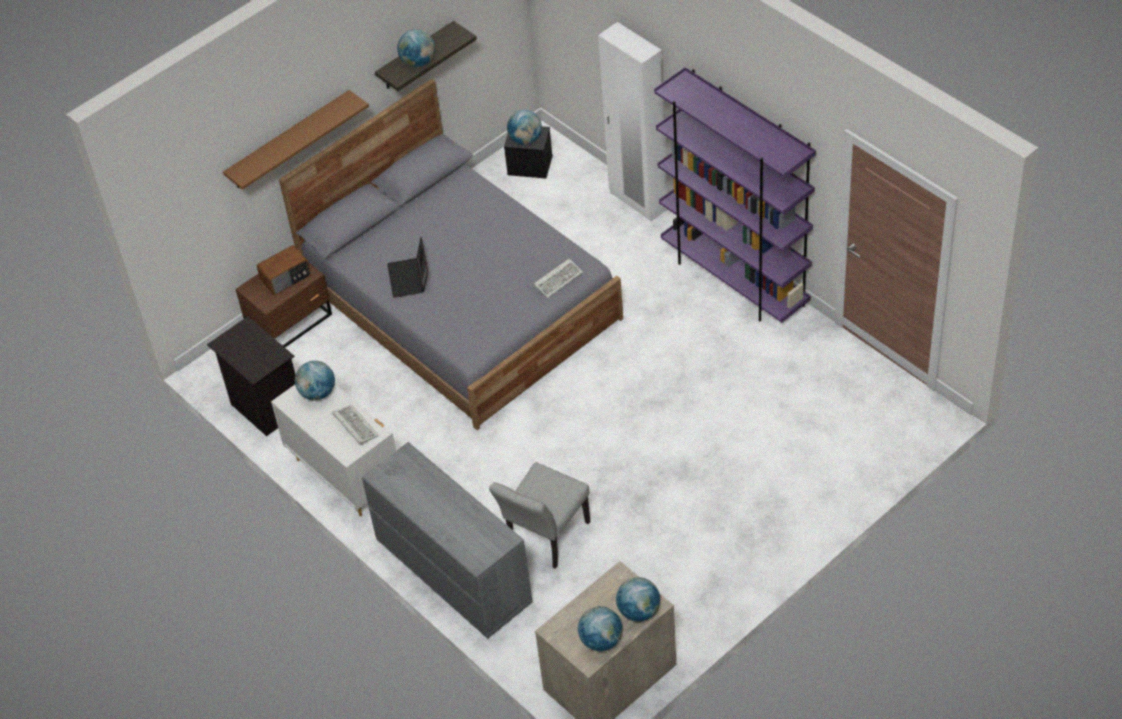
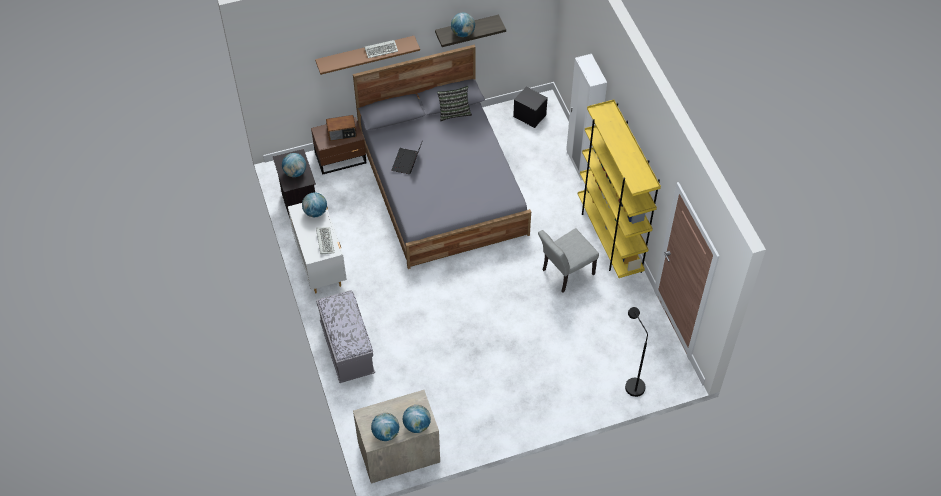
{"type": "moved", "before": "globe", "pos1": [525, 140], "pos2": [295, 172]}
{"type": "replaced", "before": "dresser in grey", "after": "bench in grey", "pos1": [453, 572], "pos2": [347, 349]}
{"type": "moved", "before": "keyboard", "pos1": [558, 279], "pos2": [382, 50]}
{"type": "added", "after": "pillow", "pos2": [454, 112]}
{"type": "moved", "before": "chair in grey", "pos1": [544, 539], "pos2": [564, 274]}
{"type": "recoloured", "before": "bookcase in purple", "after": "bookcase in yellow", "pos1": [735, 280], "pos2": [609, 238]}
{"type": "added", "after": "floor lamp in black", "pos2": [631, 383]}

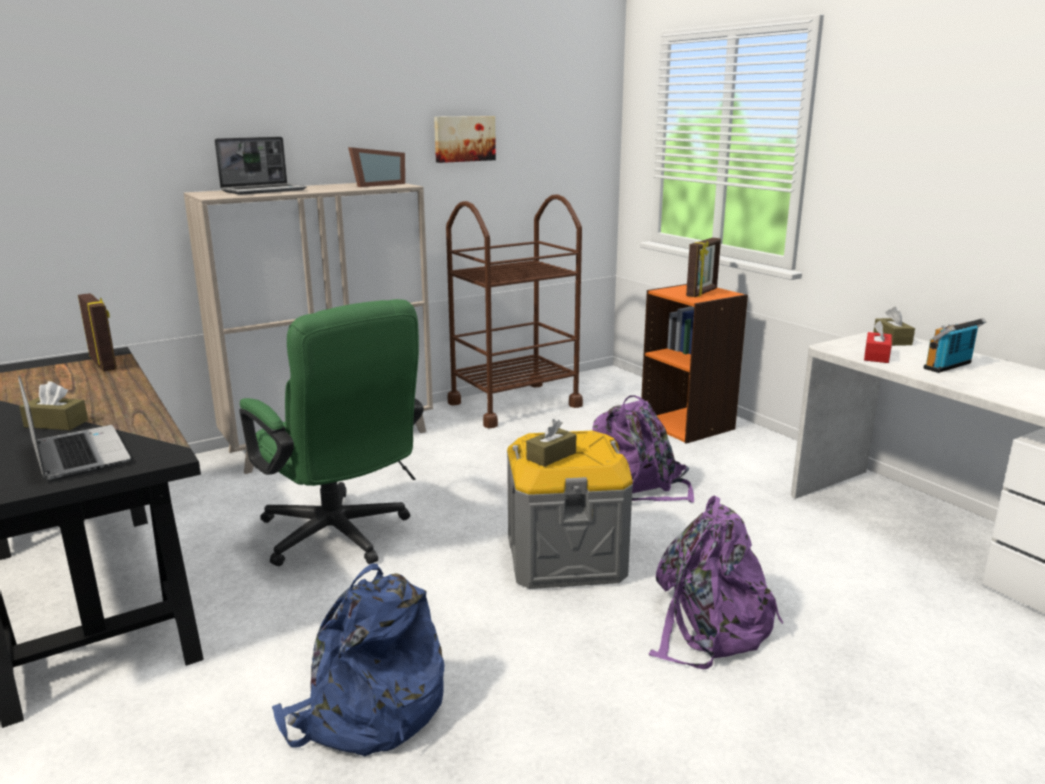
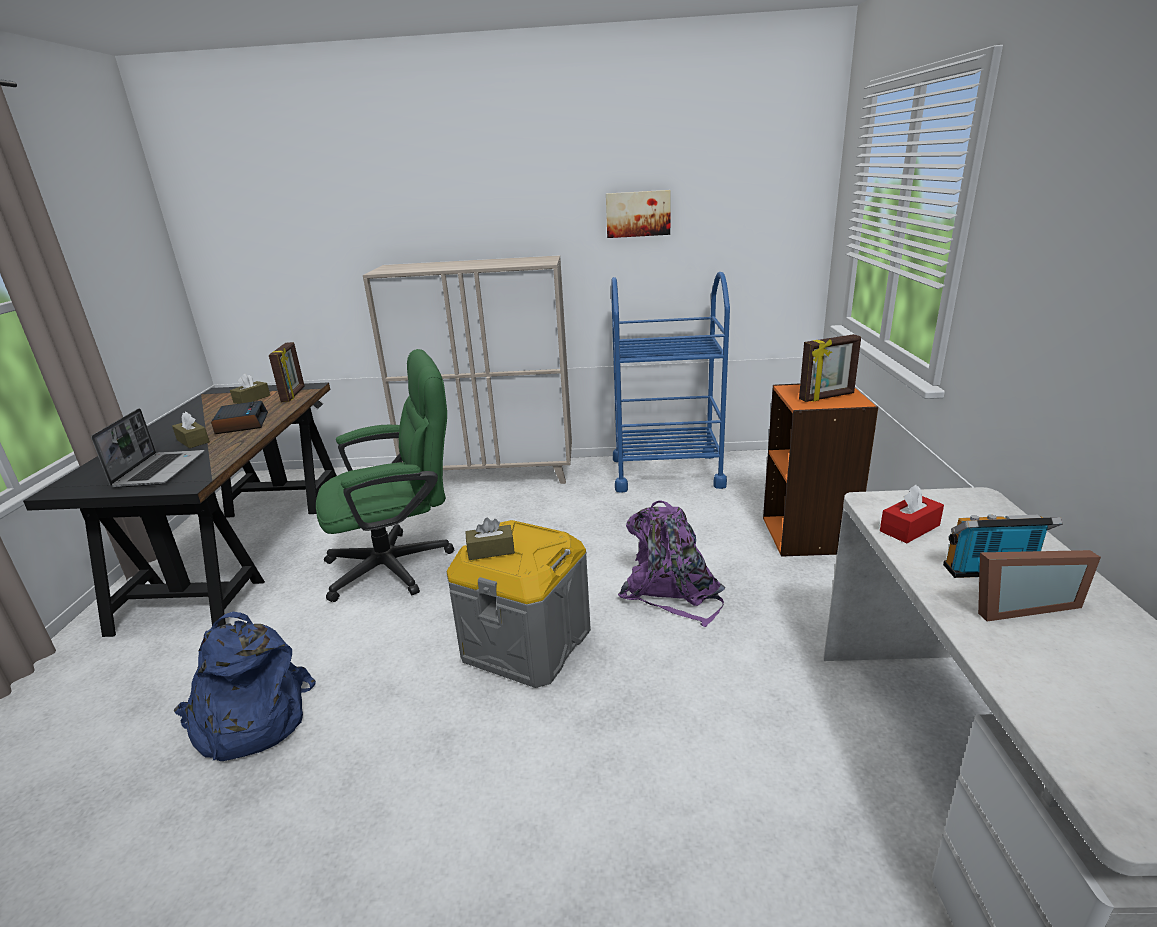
{"type": "added", "after": "alarm clock", "pos2": [241, 424]}
{"type": "moved", "before": "tissue box in brown", "pos1": [892, 340], "pos2": [252, 399]}
{"type": "turned", "before": "office chair in green", "pos1": [341, 538], "pos2": [401, 564], "turn": -105}
{"type": "recoloured", "before": "cart in brown", "after": "cart in blue", "pos1": [514, 404], "pos2": [666, 472]}
{"type": "moved", "before": "picture frame", "pos1": [376, 185], "pos2": [1016, 604]}
{"type": "removed", "before": "laptop", "pos1": [264, 191]}
{"type": "removed", "before": "backpack in purple", "pos1": [708, 627]}

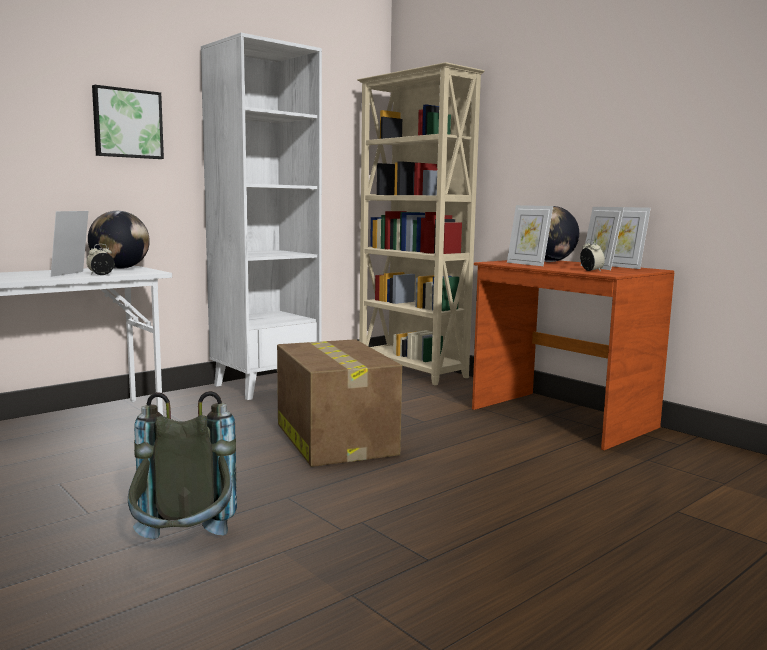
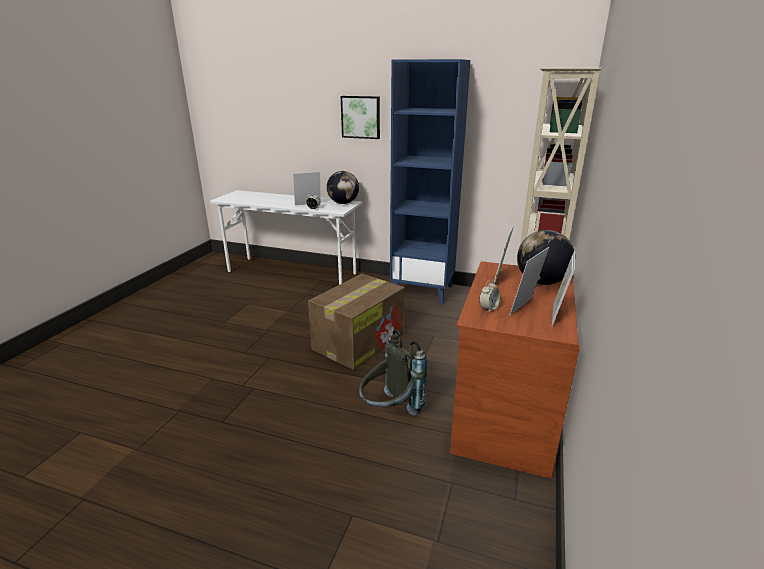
{"type": "moved", "before": "backpack in grey", "pos1": [184, 551], "pos2": [390, 411]}
{"type": "recoloured", "before": "bookcase in white", "after": "bookcase in blue", "pos1": [266, 385], "pos2": [423, 291]}

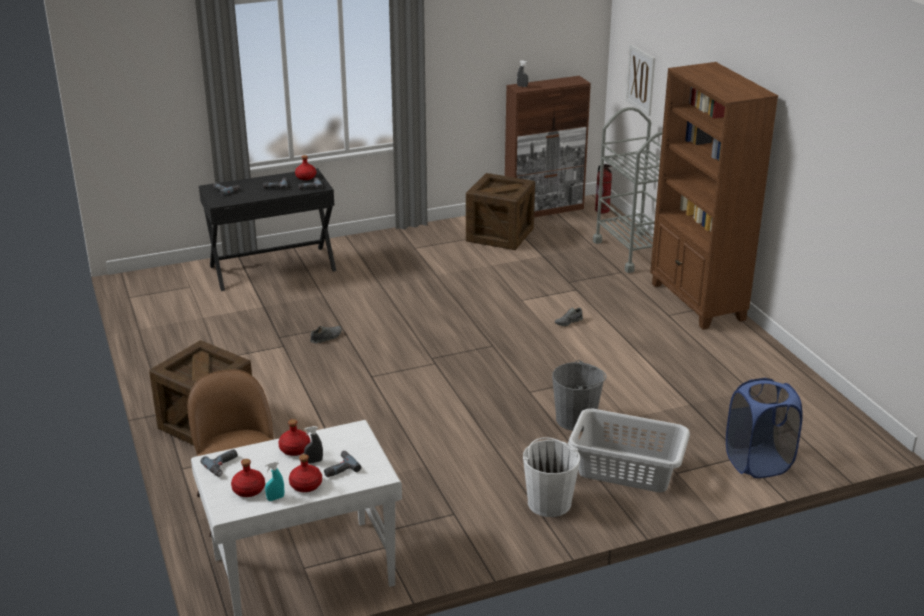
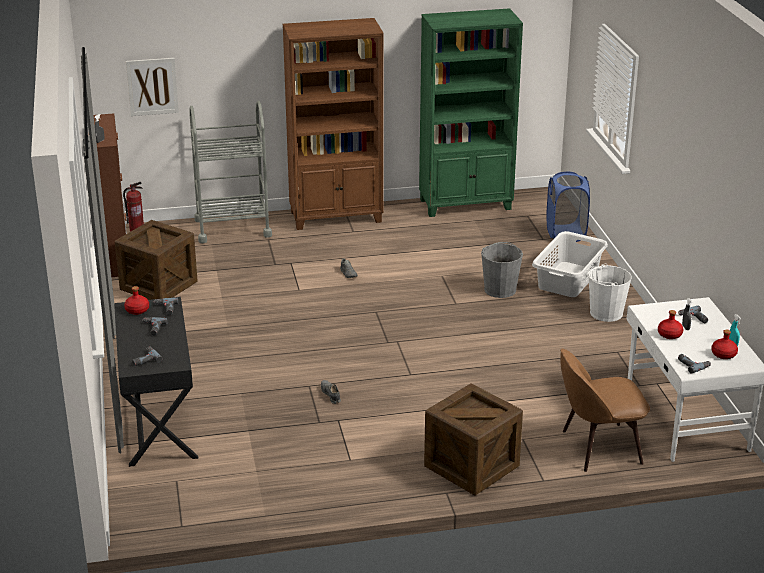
{"type": "added", "after": "bookcase in green", "pos2": [466, 204]}
{"type": "removed", "before": "bottle in red", "pos1": [306, 485]}

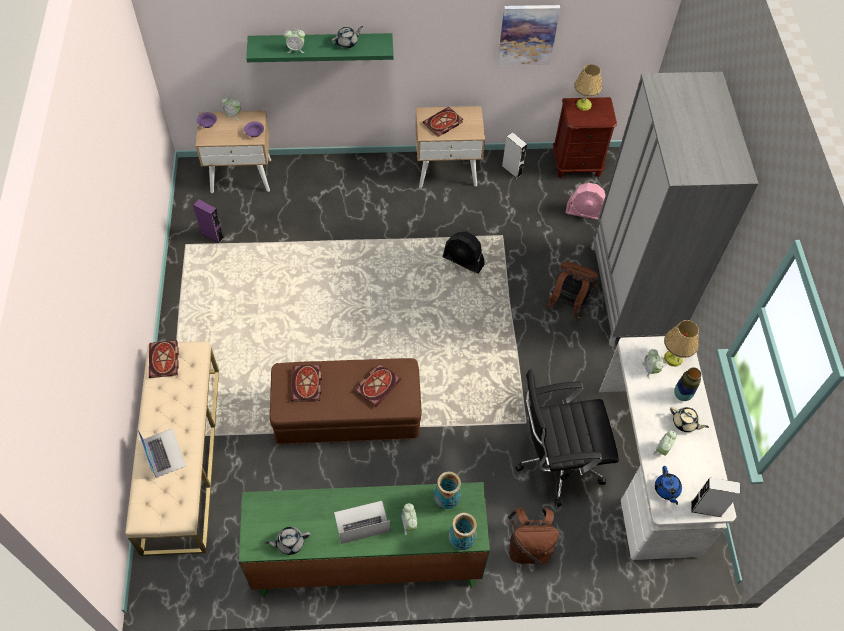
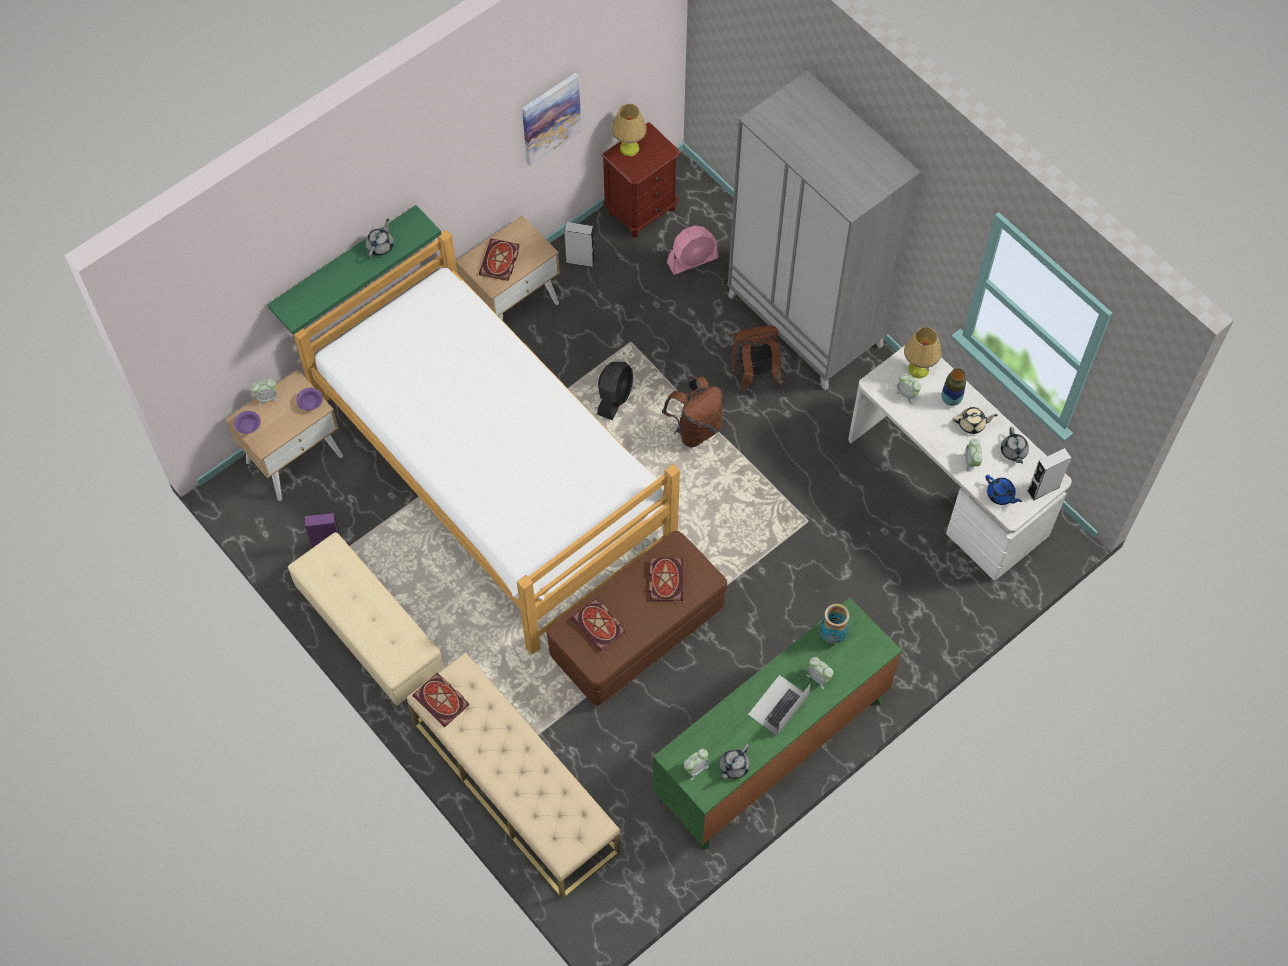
{"type": "added", "after": "ottoman in beige", "pos2": [369, 630]}
{"type": "added", "after": "bed", "pos2": [494, 475]}
{"type": "turned", "before": "fan in black", "pos1": [463, 261], "pos2": [615, 397], "turn": -60}
{"type": "moved", "before": "backpack in brown", "pos1": [528, 547], "pos2": [695, 429]}
{"type": "moved", "before": "alarm clock", "pos1": [296, 49], "pos2": [695, 768]}
{"type": "added", "after": "teapot in grey", "pos2": [1013, 451]}
{"type": "removed", "before": "laptop", "pos1": [164, 452]}
{"type": "removed", "before": "vase", "pos1": [461, 540]}
{"type": "removed", "before": "office chair in black", "pos1": [555, 464]}

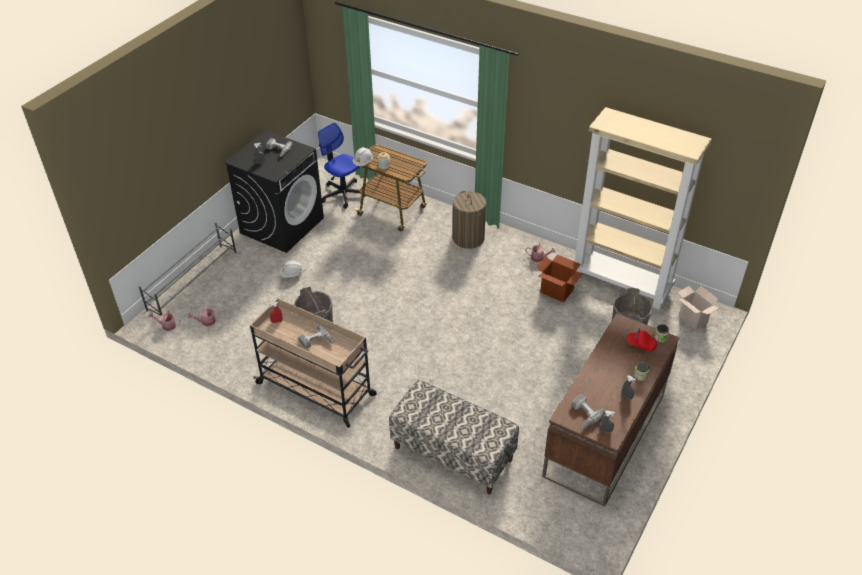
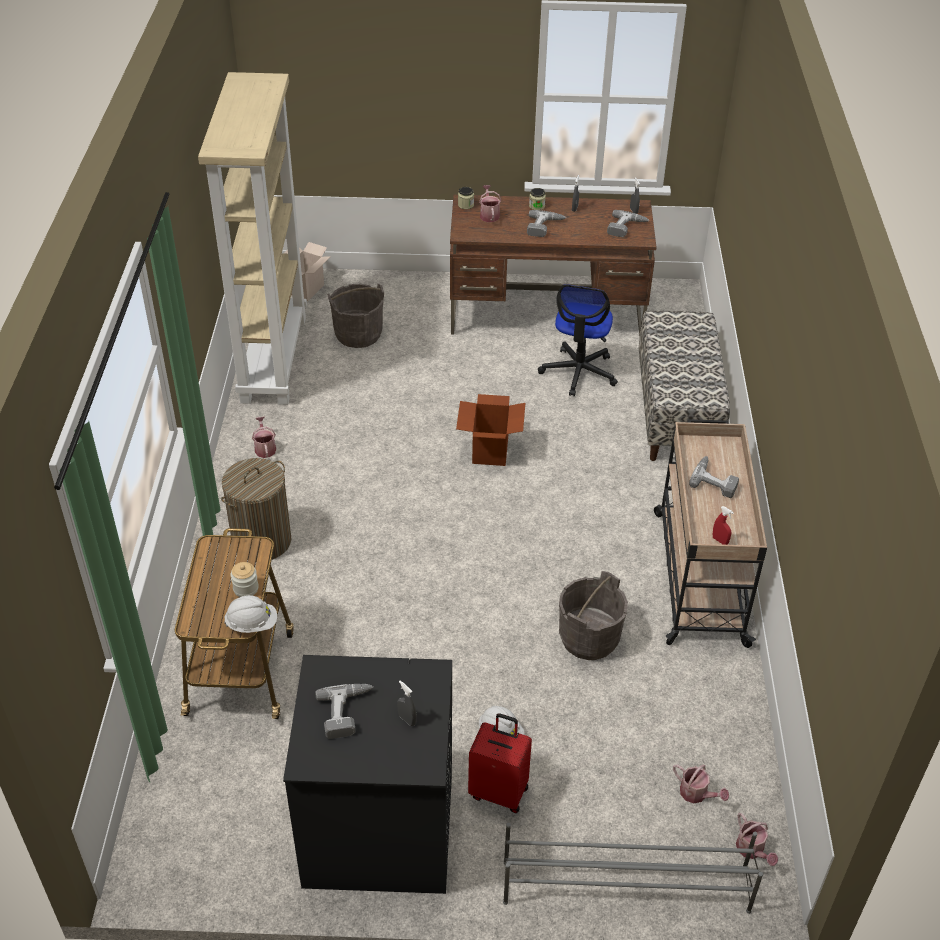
{"type": "moved", "before": "cardboard box", "pos1": [557, 291], "pos2": [490, 450]}
{"type": "added", "after": "suitcase in red", "pos2": [499, 791]}
{"type": "replaced", "before": "cap in red", "after": "watering can", "pos1": [640, 345], "pos2": [489, 215]}
{"type": "added", "after": "power drill", "pos2": [545, 227]}
{"type": "moved", "before": "office chair", "pos1": [343, 194], "pos2": [578, 372]}

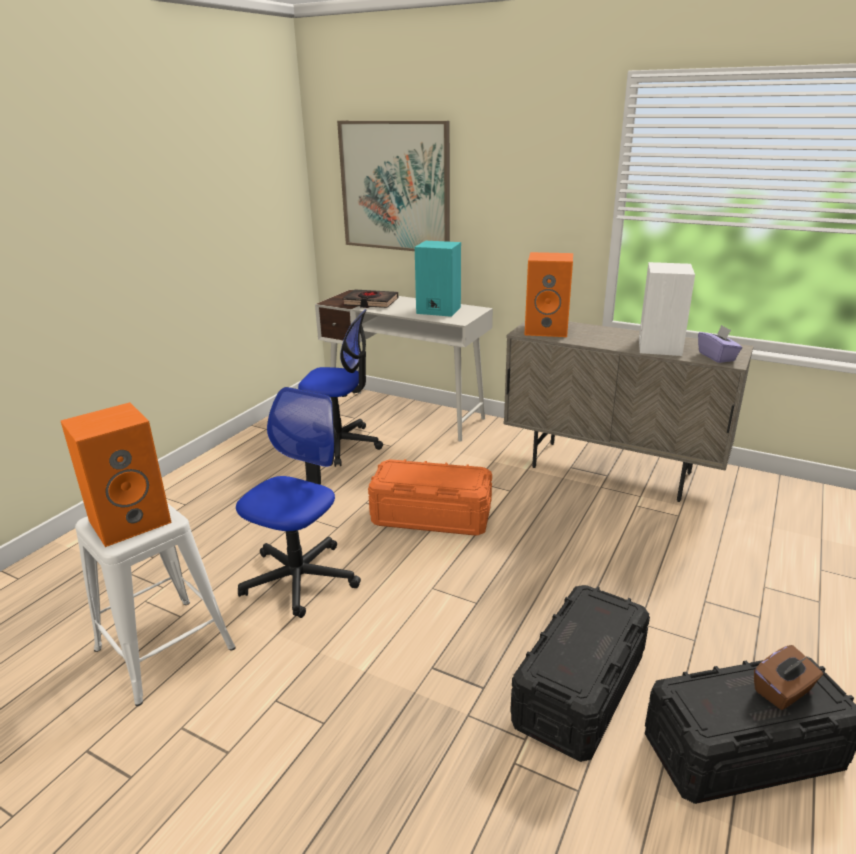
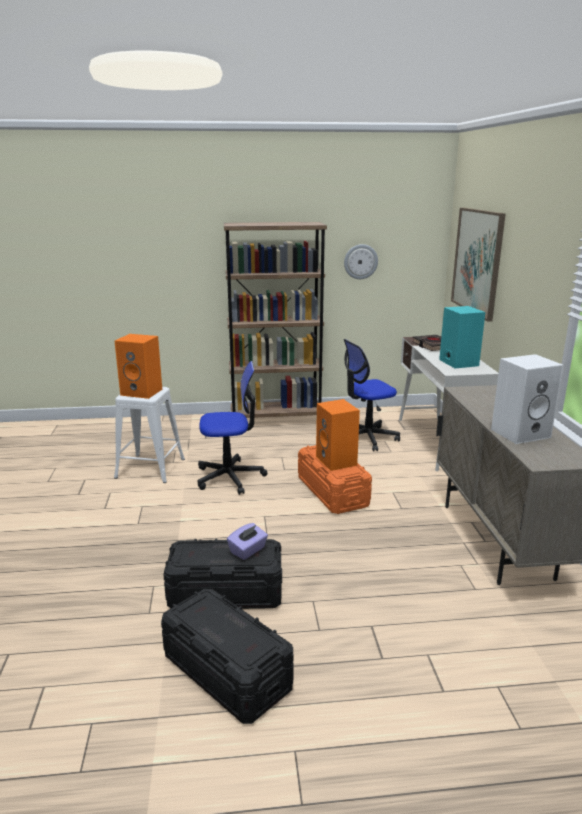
{"type": "added", "after": "bookcase in brown", "pos2": [275, 420]}
{"type": "moved", "before": "tissue box in purple", "pos1": [717, 357], "pos2": [248, 550]}
{"type": "moved", "before": "speaker in orange", "pos1": [547, 330], "pos2": [337, 461]}
{"type": "added", "after": "wall clock", "pos2": [360, 261]}
{"type": "turned", "before": "office chair", "pos1": [340, 445], "pos2": [366, 437], "turn": 90}
{"type": "removed", "before": "tissue box in brown", "pos1": [783, 691]}

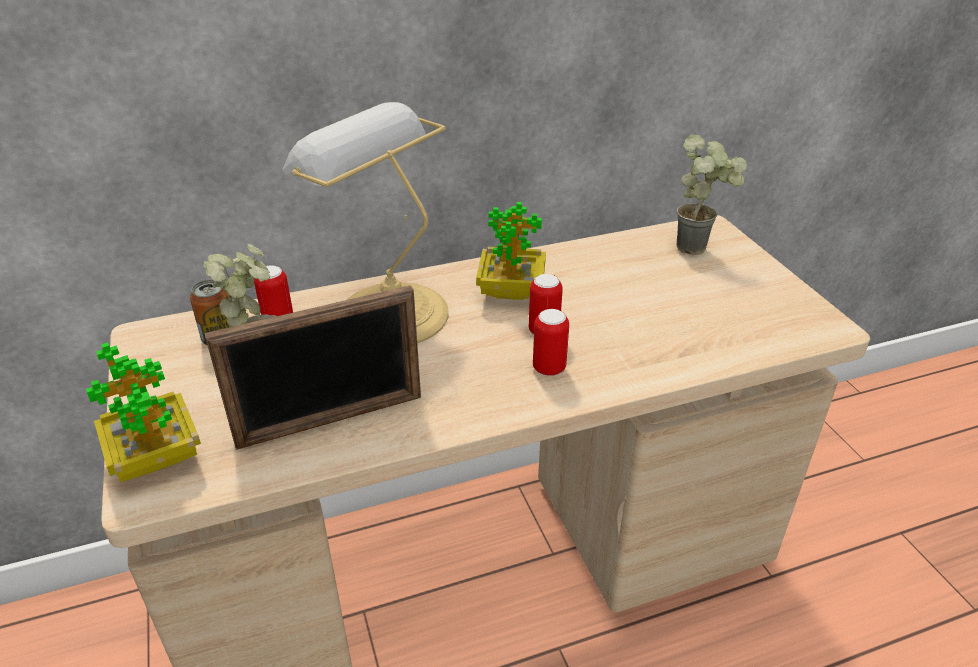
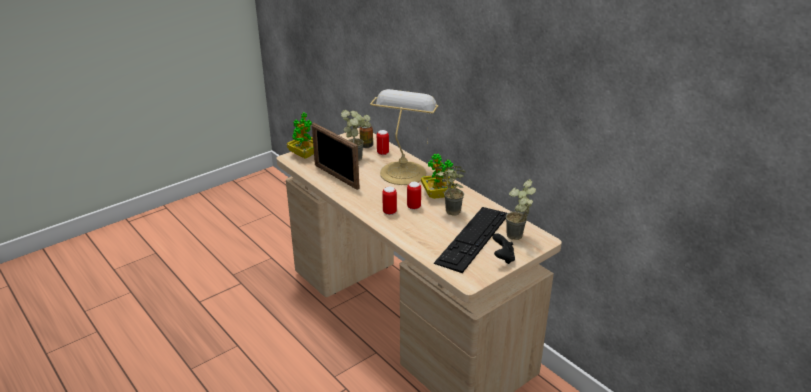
{"type": "added", "after": "keyboard", "pos2": [473, 238]}
{"type": "added", "after": "potted plant", "pos2": [448, 212]}
{"type": "added", "after": "game controller in black", "pos2": [503, 258]}

